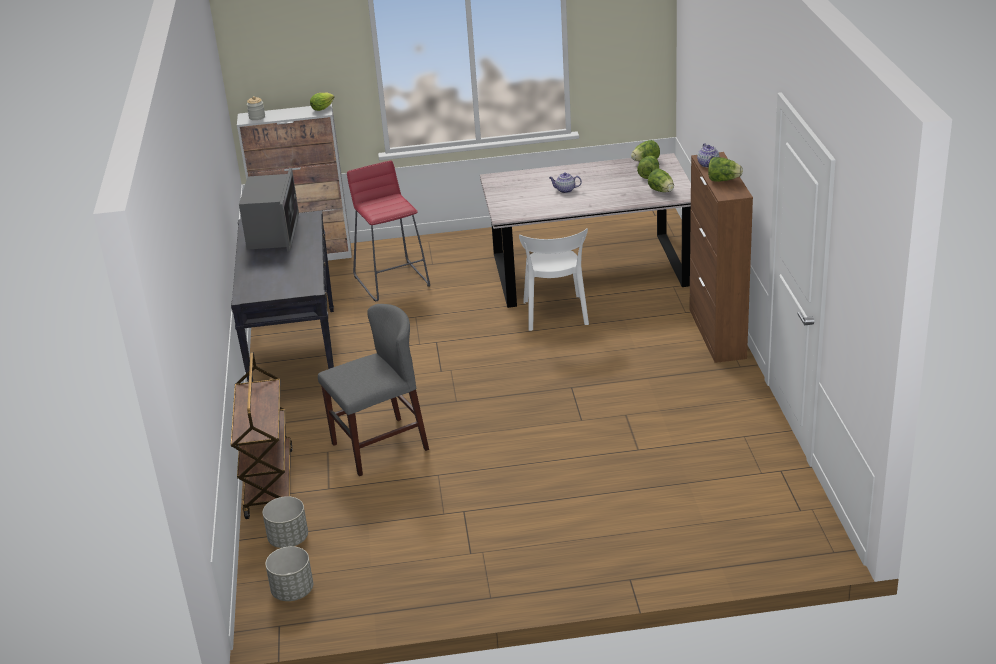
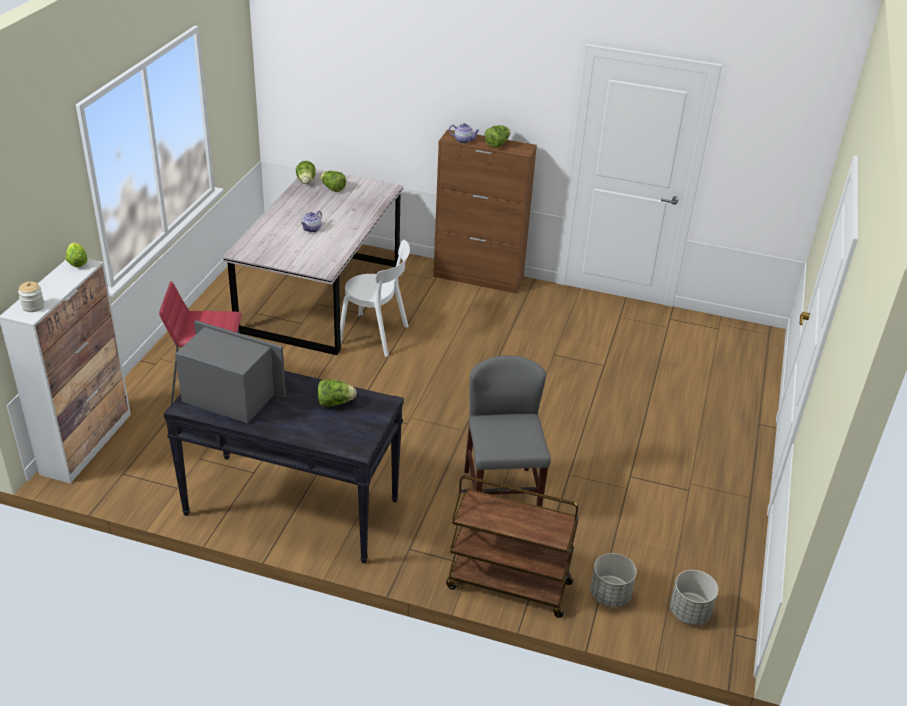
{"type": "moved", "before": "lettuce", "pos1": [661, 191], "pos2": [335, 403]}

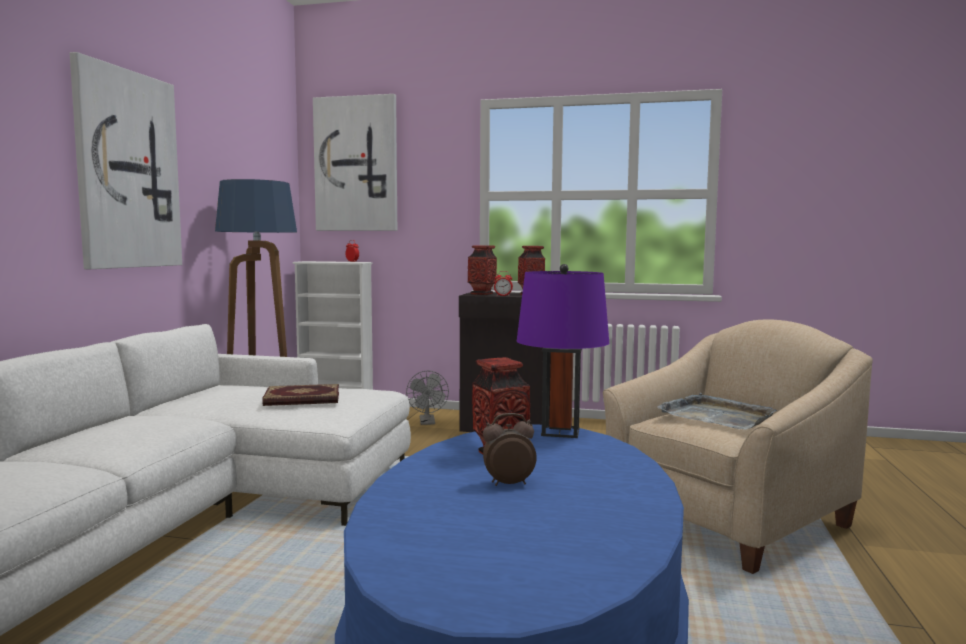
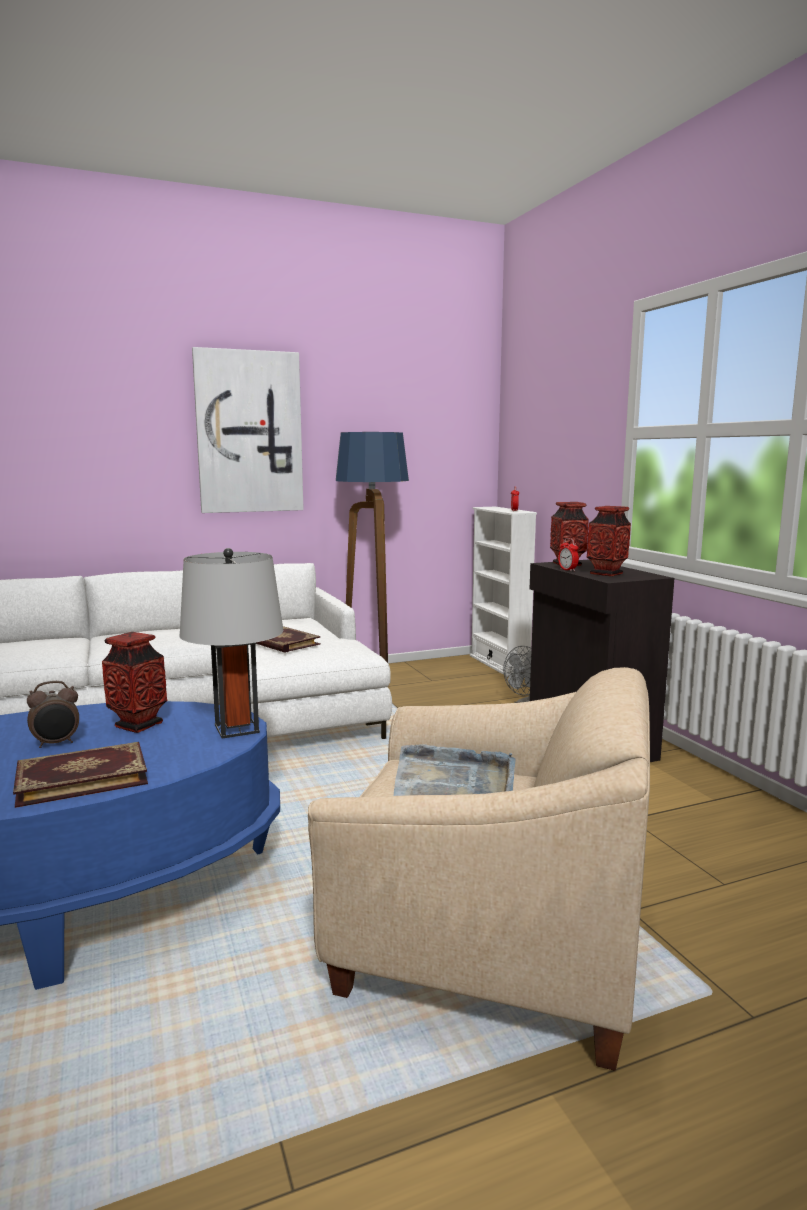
{"type": "added", "after": "book", "pos2": [82, 777]}
{"type": "turned", "before": "alarm clock", "pos1": [508, 483], "pos2": [56, 743], "turn": 105}
{"type": "recoloured", "before": "table lamp in purple", "after": "table lamp in grey", "pos1": [560, 432], "pos2": [236, 728]}
{"type": "removed", "before": "picture", "pos1": [356, 164]}

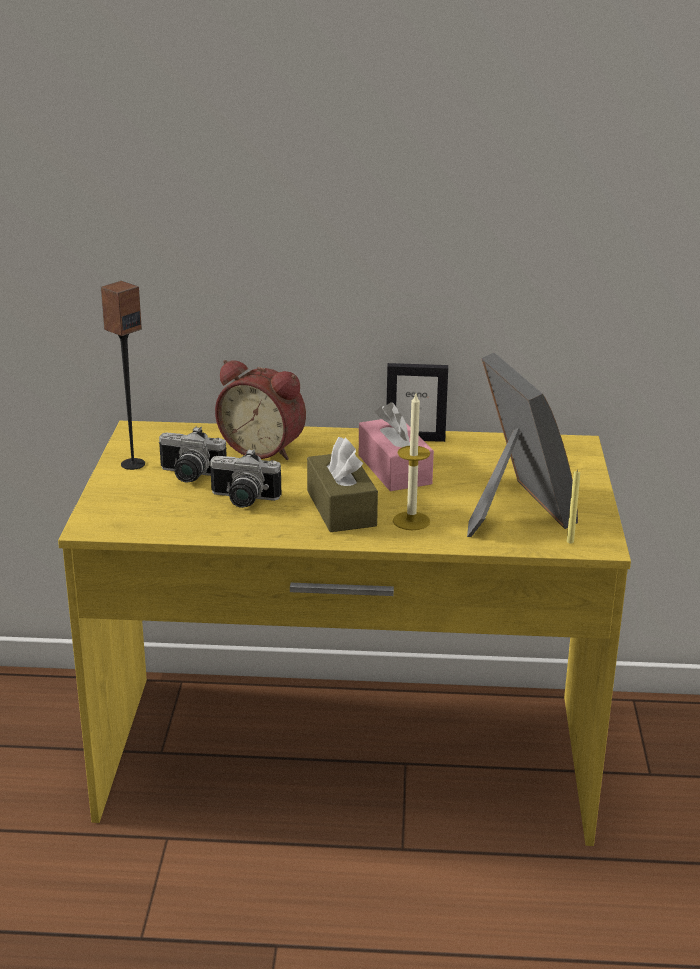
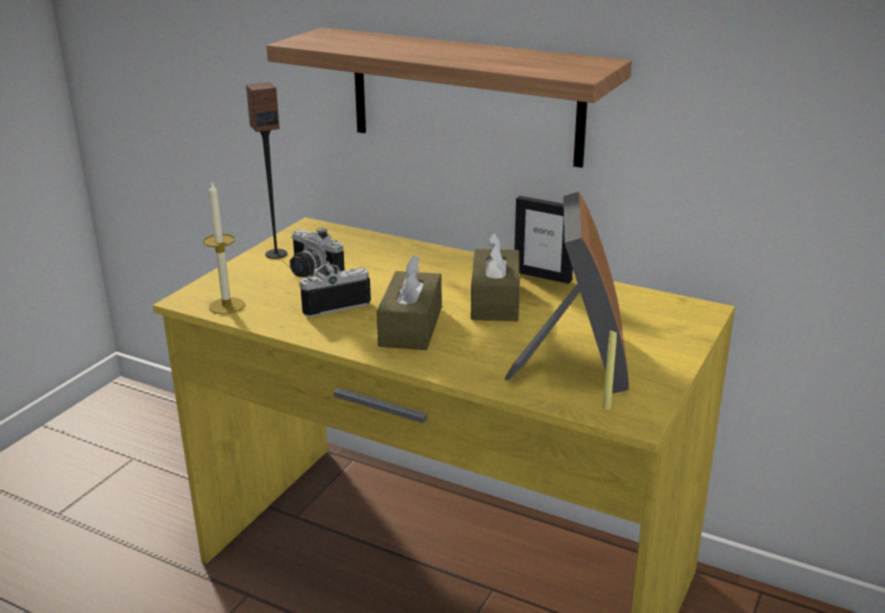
{"type": "moved", "before": "candle", "pos1": [411, 521], "pos2": [227, 306]}
{"type": "added", "after": "shelf", "pos2": [465, 96]}
{"type": "turned", "before": "photo camera", "pos1": [242, 500], "pos2": [332, 302], "turn": 120}
{"type": "recoloured", "before": "tissue box in pink", "after": "tissue box in brown", "pos1": [394, 469], "pos2": [495, 300]}
{"type": "removed", "before": "alarm clock", "pos1": [264, 449]}

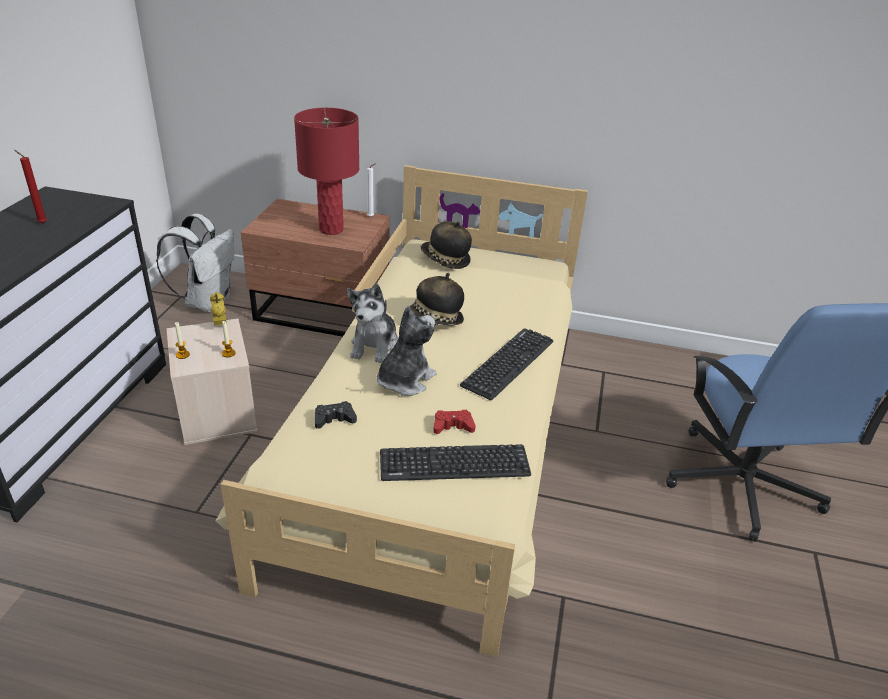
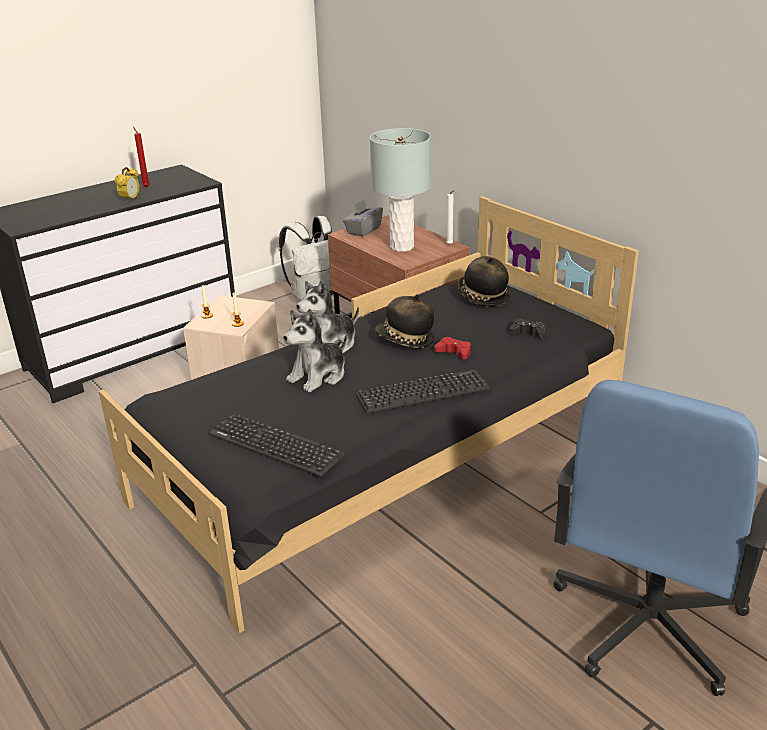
{"type": "recoloured", "before": "bed in beige", "after": "bed in black", "pos1": [439, 435], "pos2": [384, 458]}
{"type": "moved", "before": "alarm clock", "pos1": [221, 325], "pos2": [130, 200]}
{"type": "turned", "before": "plush toy", "pos1": [404, 380], "pos2": [318, 376], "turn": 150}
{"type": "added", "after": "tissue box in grey", "pos2": [363, 230]}
{"type": "recoloured", "before": "table lamp in red", "after": "table lamp in grey", "pos1": [331, 229], "pos2": [402, 247]}
{"type": "moved", "before": "game controller in red", "pos1": [453, 426], "pos2": [454, 352]}
{"type": "moved", "before": "game controller in black", "pos1": [334, 419], "pos2": [528, 333]}

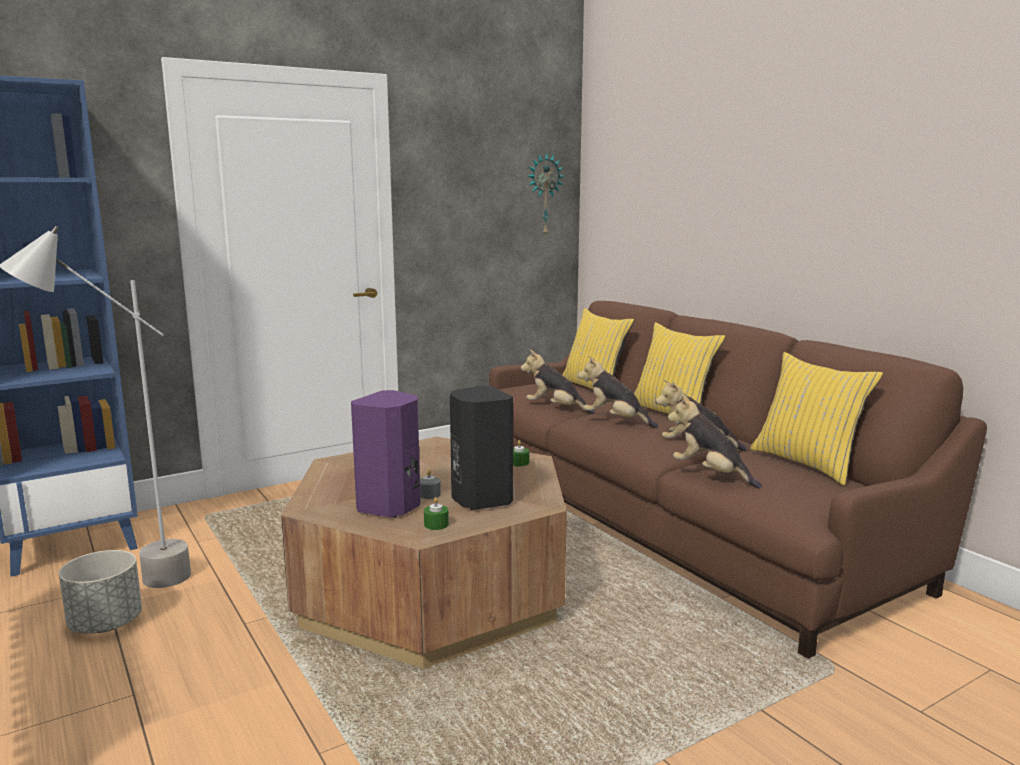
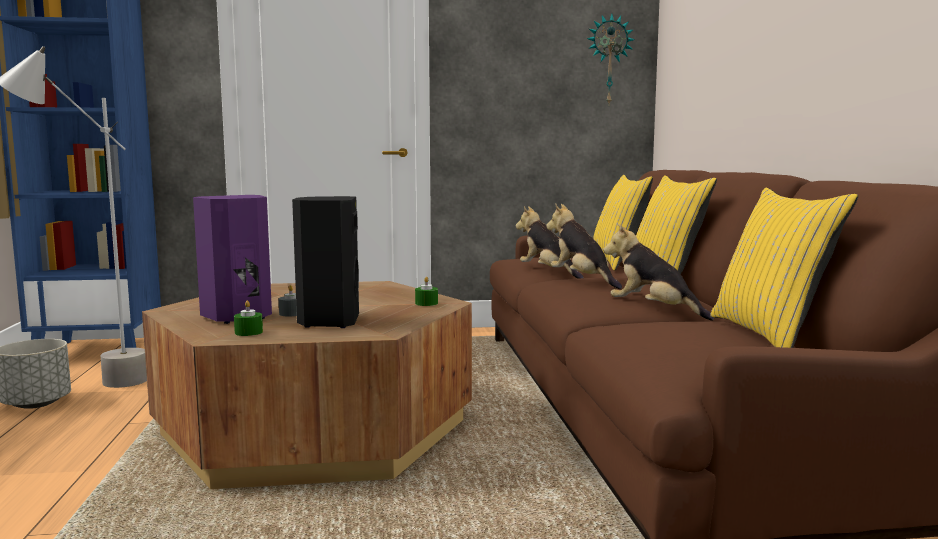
{"type": "removed", "before": "plush toy", "pos1": [710, 474]}

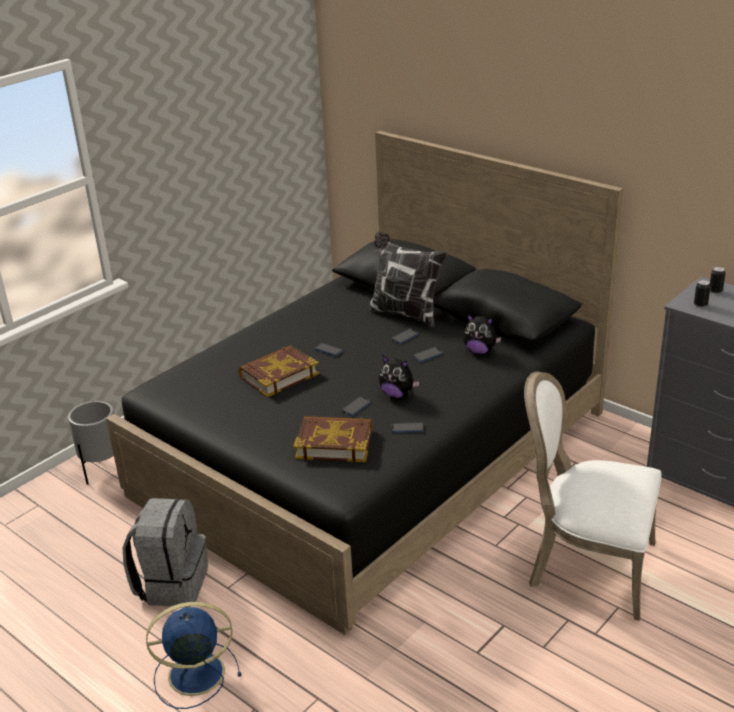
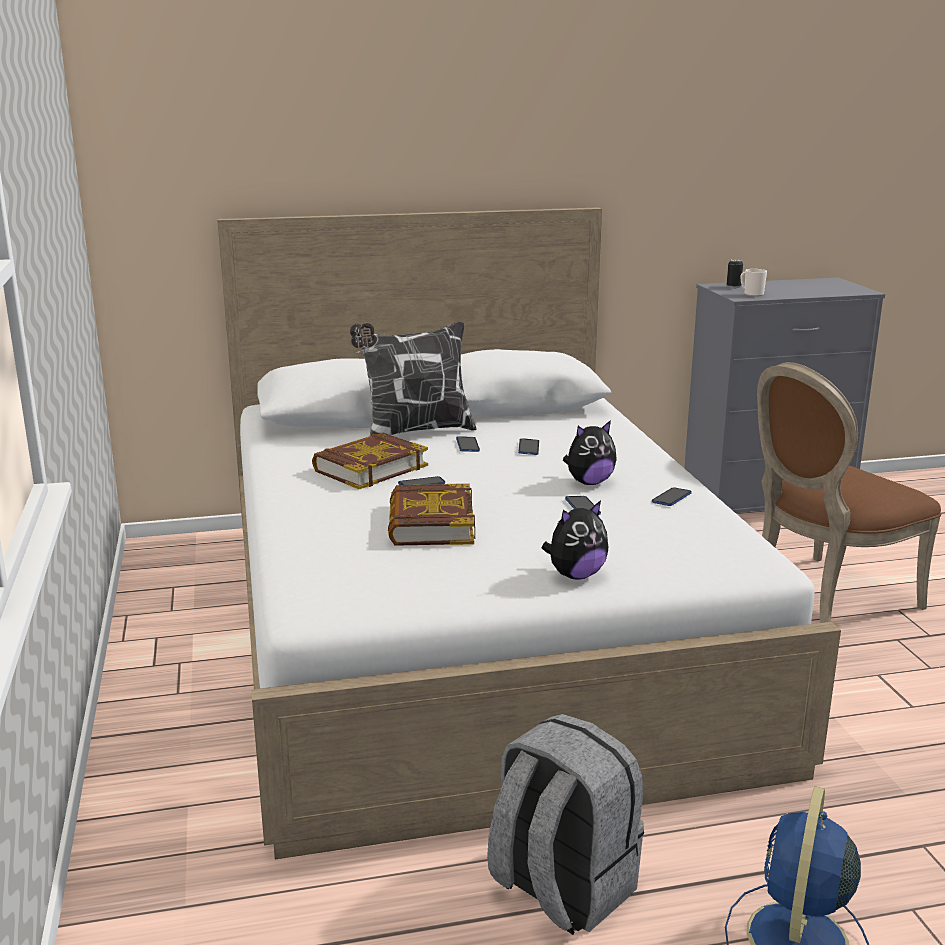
{"type": "recoloured", "before": "bed in black", "after": "bed in white", "pos1": [373, 452], "pos2": [474, 628]}
{"type": "moved", "before": "book", "pos1": [334, 443], "pos2": [370, 468]}
{"type": "moved", "before": "plush toy", "pos1": [480, 351], "pos2": [575, 575]}
{"type": "replaced", "before": "can", "after": "mug", "pos1": [700, 304], "pos2": [751, 294]}
{"type": "recoloured", "before": "chair in white", "after": "chair in brown", "pos1": [586, 567], "pos2": [822, 599]}
{"type": "removed", "before": "planter in grey", "pos1": [103, 471]}

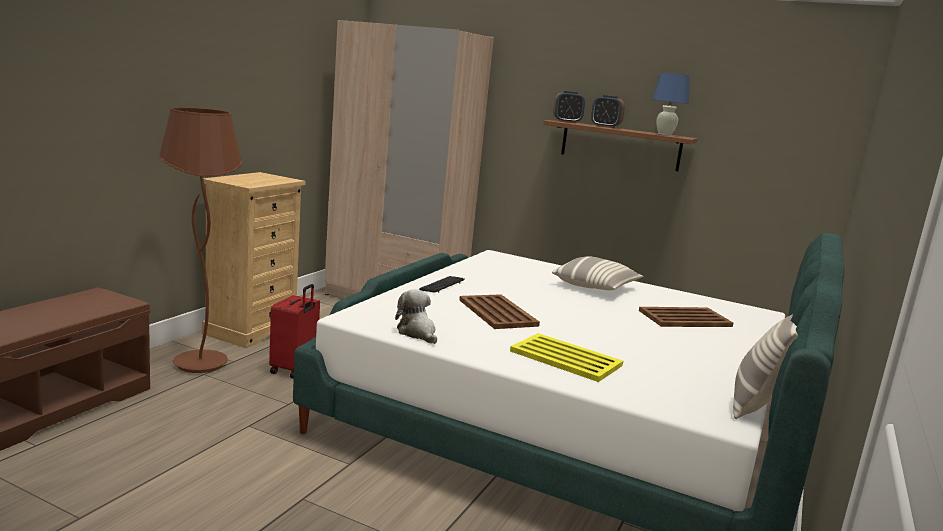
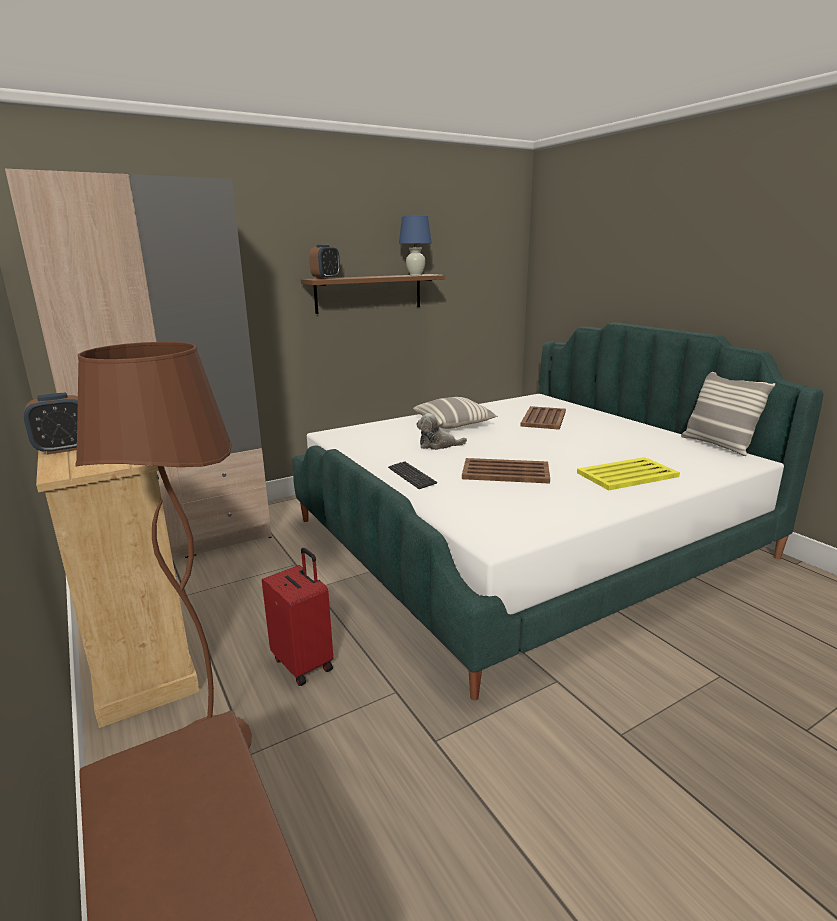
{"type": "moved", "before": "alarm clock", "pos1": [605, 127], "pos2": [64, 449]}
{"type": "moved", "before": "plush toy", "pos1": [417, 333], "pos2": [438, 445]}

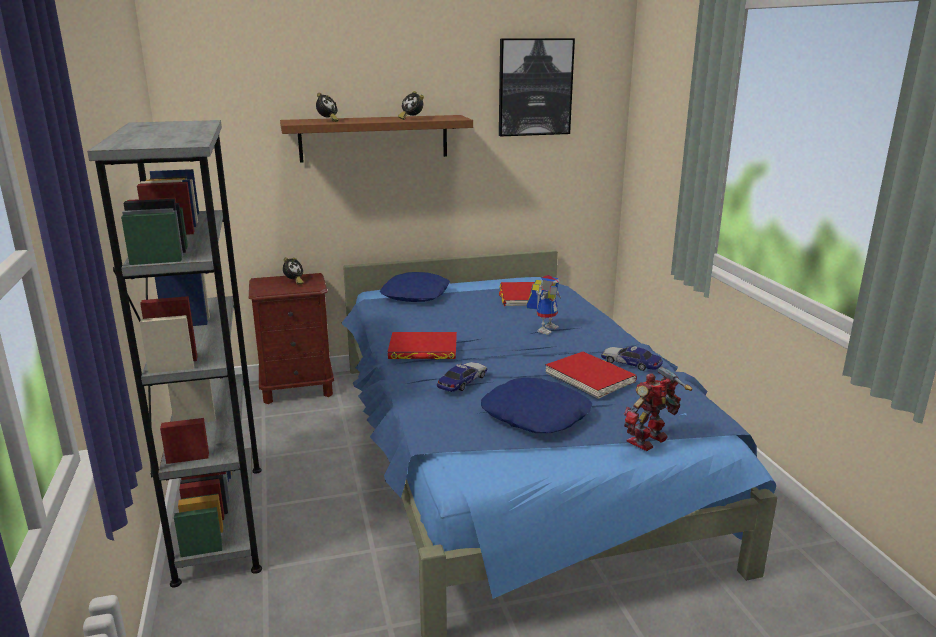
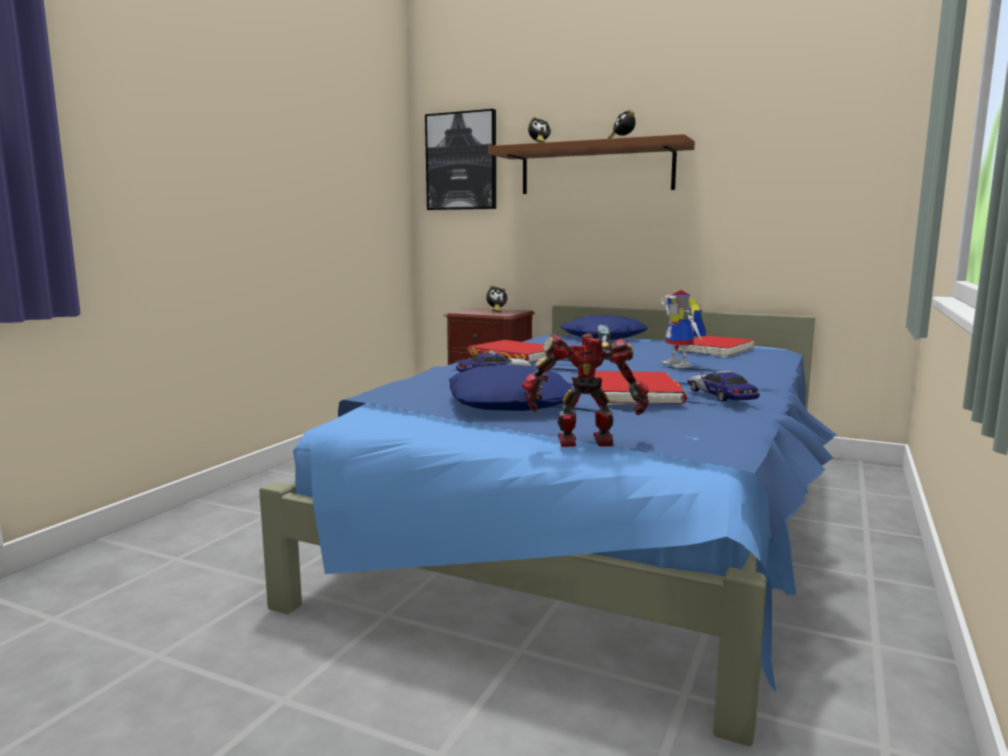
{"type": "moved", "before": "picture", "pos1": [535, 87], "pos2": [461, 161]}
{"type": "turned", "before": "toy robot", "pos1": [545, 328], "pos2": [682, 365], "turn": 90}
{"type": "removed", "before": "bookcase in grey", "pos1": [221, 520]}

